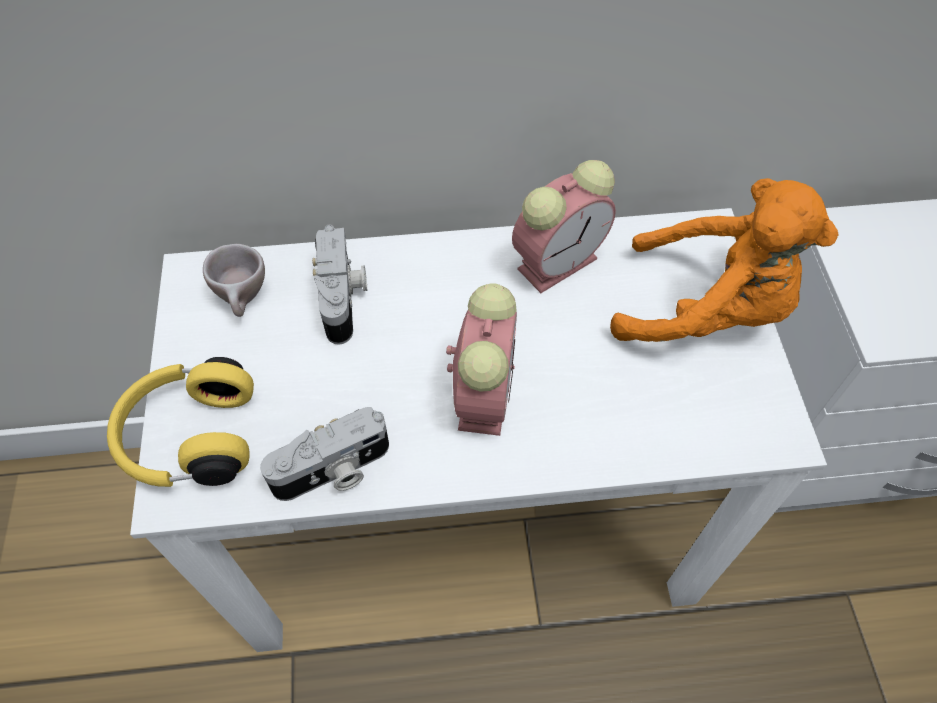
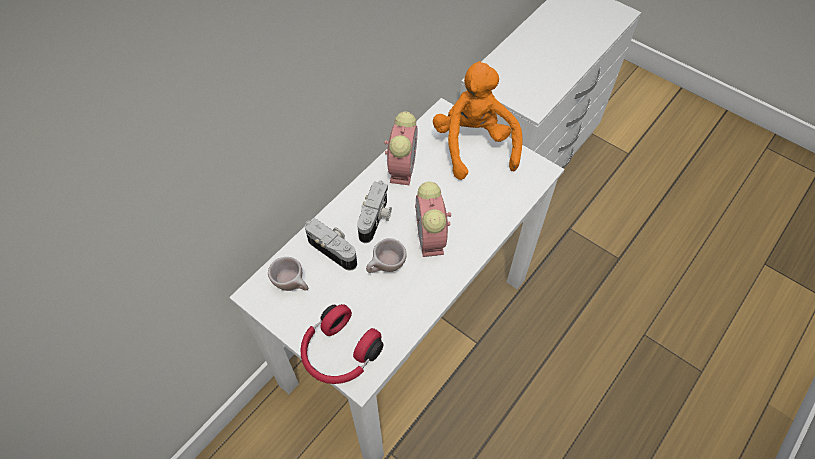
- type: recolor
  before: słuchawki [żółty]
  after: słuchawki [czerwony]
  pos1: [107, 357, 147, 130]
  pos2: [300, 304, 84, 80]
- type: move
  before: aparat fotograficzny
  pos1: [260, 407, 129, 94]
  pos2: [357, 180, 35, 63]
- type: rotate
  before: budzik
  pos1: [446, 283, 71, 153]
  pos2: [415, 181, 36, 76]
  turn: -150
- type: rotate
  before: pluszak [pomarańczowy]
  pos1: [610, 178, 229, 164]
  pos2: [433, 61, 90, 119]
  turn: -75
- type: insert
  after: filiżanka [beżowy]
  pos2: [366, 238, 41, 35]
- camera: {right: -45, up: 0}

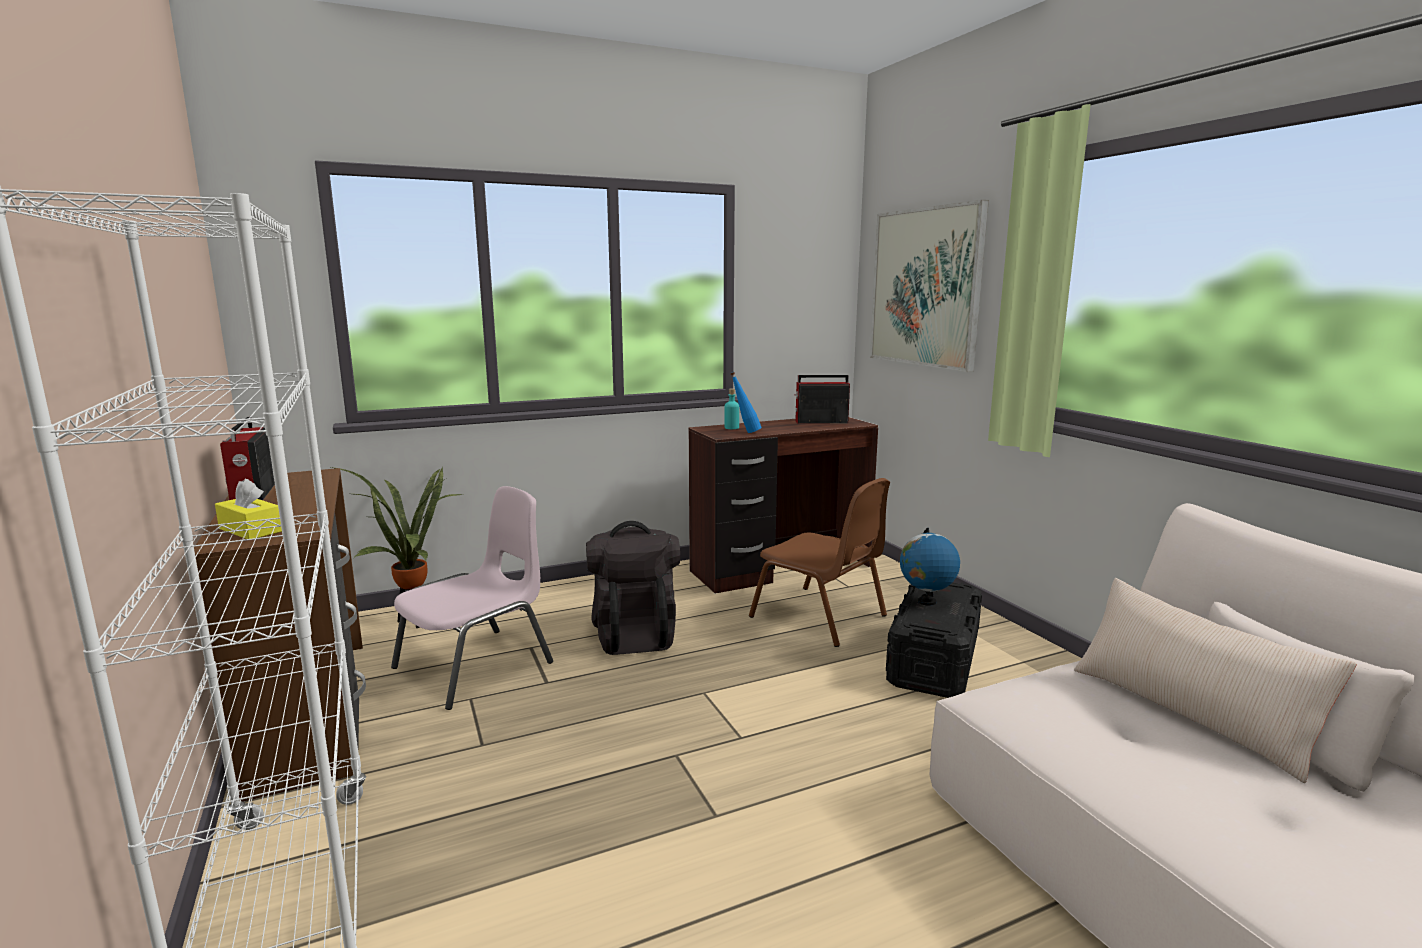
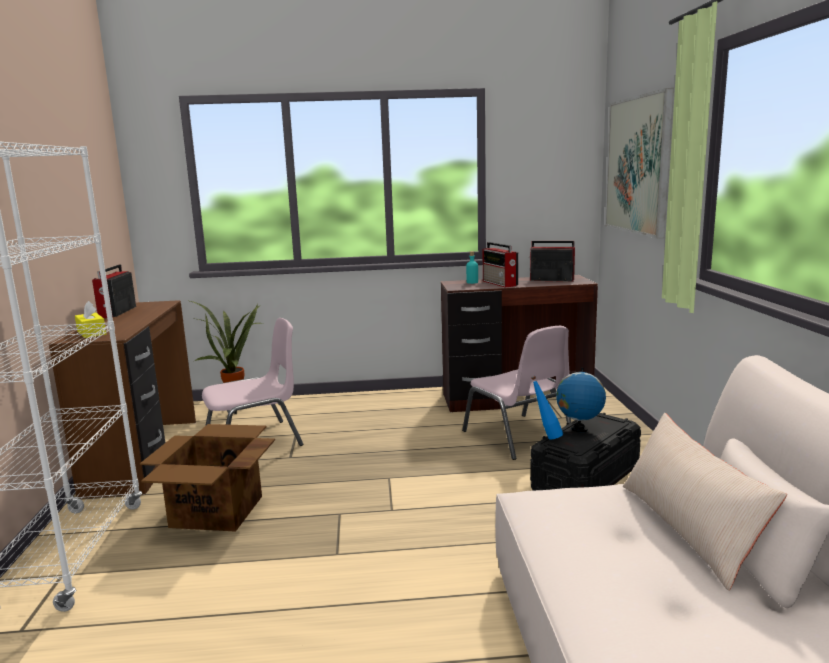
- type: delete
  before: plecak [czarny]
  pos1: [586, 521, 94, 134]
- type: move
  before: butelka [niebieski]
  pos1: [730, 372, 32, 61]
  pos2: [531, 376, 32, 64]
- type: recolor
  before: krzesło [brązowy]
  after: krzesło [różowy]
  pos1: [749, 478, 141, 169]
  pos2: [462, 326, 109, 134]
- type: insert
  after: karton
  pos2: [140, 424, 135, 108]
- type: insert
  after: radio
  pos2: [483, 242, 35, 46]
- camera: {right: 20, up: 0}

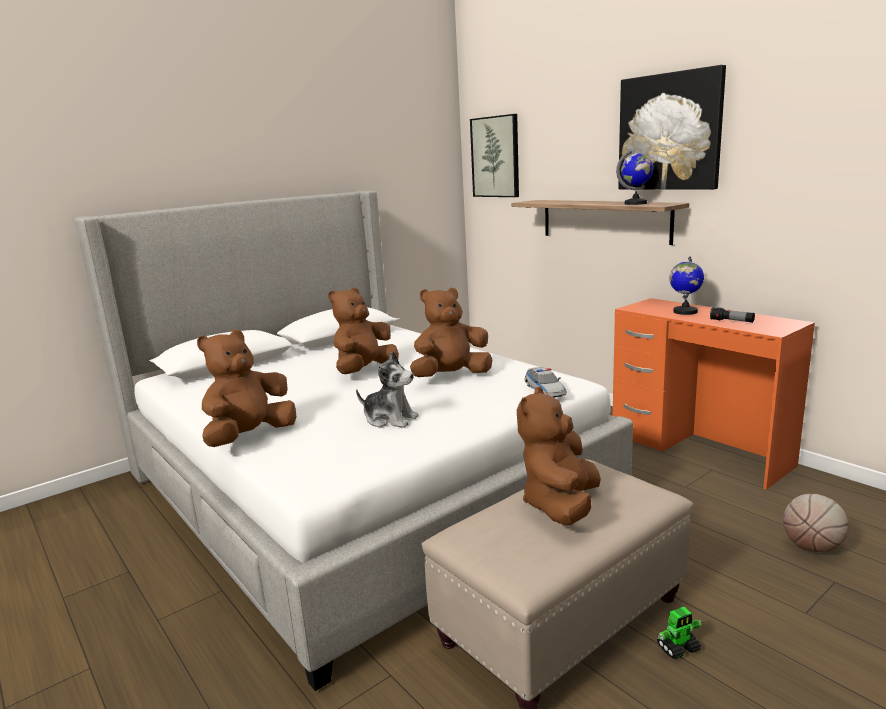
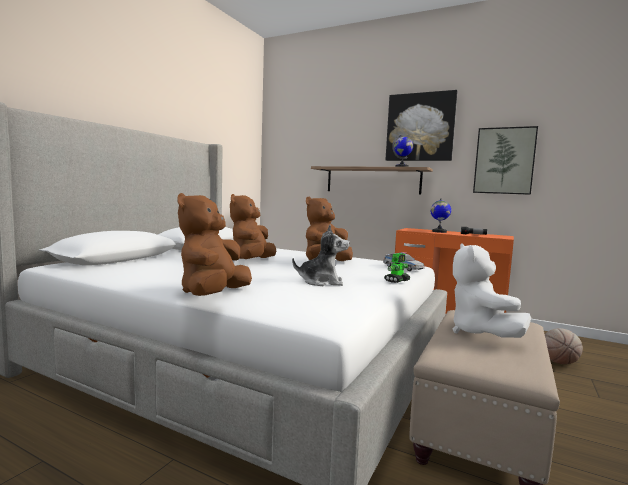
- type: move
  before: obraz
  pos1: [470, 114, 49, 83]
  pos2: [473, 126, 65, 69]
- type: recolor
  before: pluszak [brązowy]
  after: pluszak [biały]
  pos1: [517, 386, 84, 139]
  pos2: [453, 243, 78, 95]
- type: move
  before: robot zabawkowy
  pos1: [657, 607, 45, 52]
  pos2: [384, 253, 26, 30]
- camera: {right: -25, up: -10}

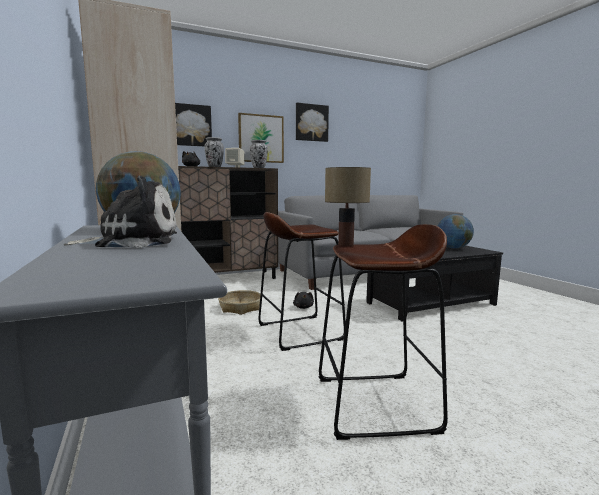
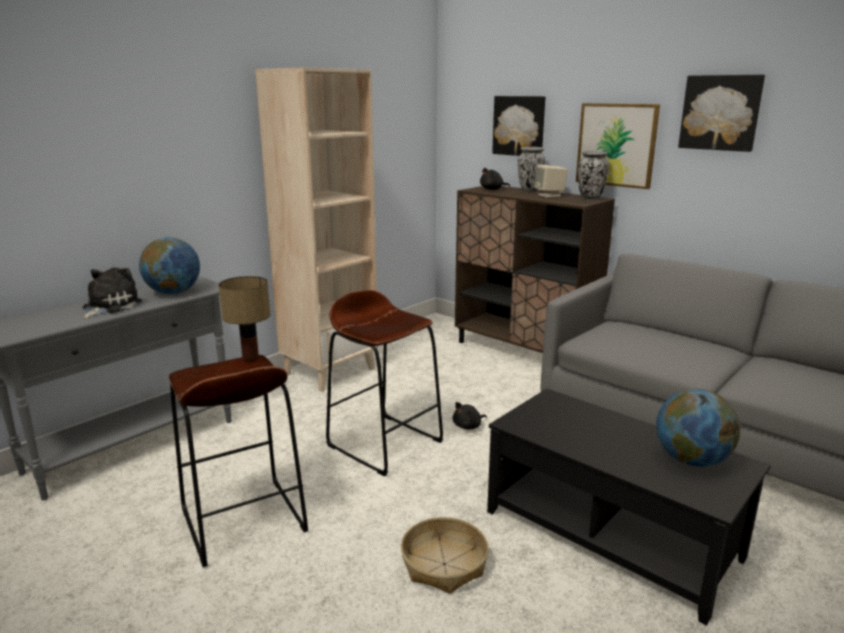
- type: rotate
  before: pluszak
  pos1: [64, 176, 113, 72]
  pos2: [82, 267, 60, 52]
  turn: -120
- type: move
  before: koszyk
  pos1: [218, 290, 42, 25]
  pos2: [401, 517, 88, 77]
- camera: {right: 65, up: 10}

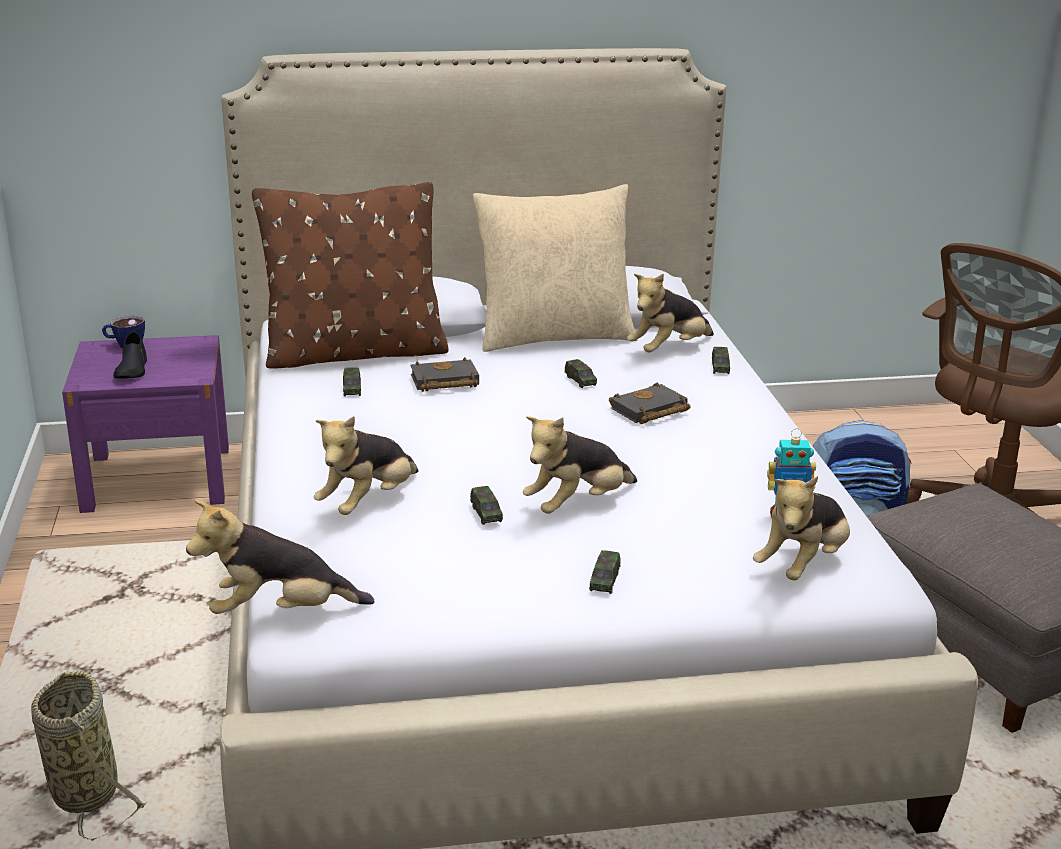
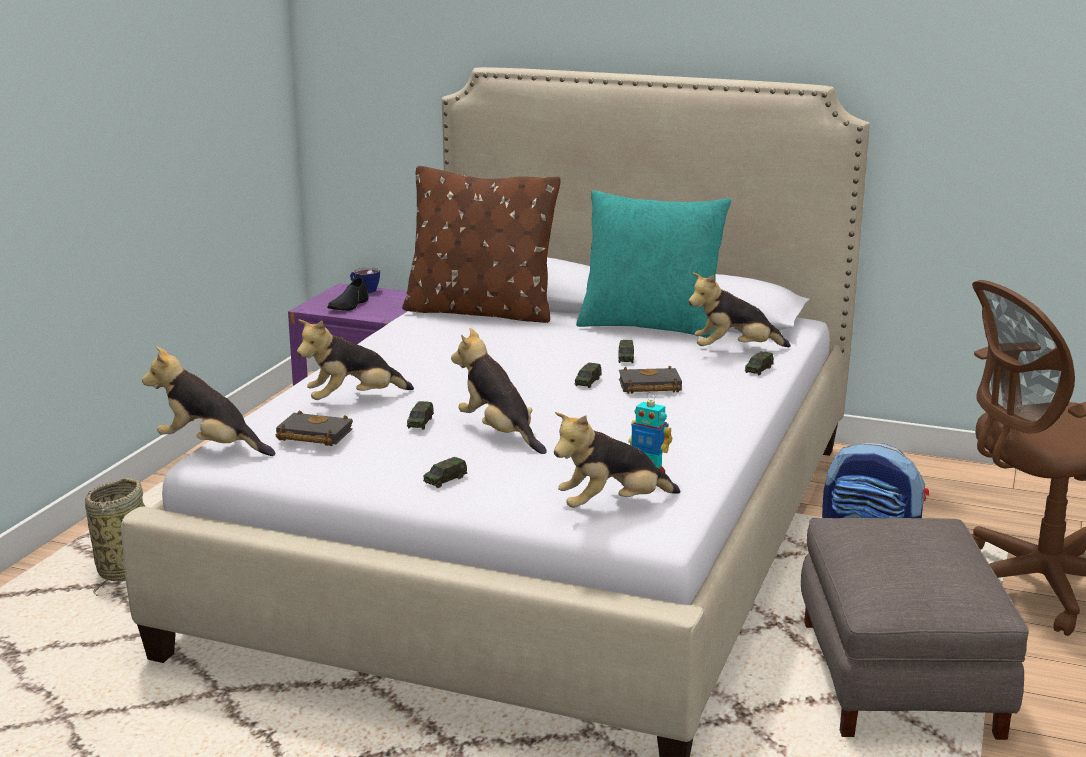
- type: move
  before: samochodzik
  pos1: [343, 367, 18, 30]
  pos2: [574, 363, 28, 25]
- type: move
  before: książka [czarny]
  pos1: [410, 357, 69, 35]
  pos2: [276, 410, 77, 36]
- type: recolor
  before: poduszka [beżowy]
  after: poduszka [turkusowy]
  pos1: [473, 184, 165, 168]
  pos2: [576, 190, 155, 148]
- type: rotate
  before: pluszak
  pos1: [523, 416, 114, 98]
  pos2: [451, 328, 96, 126]
  turn: 60
- camera: {right: 30, up: -5}

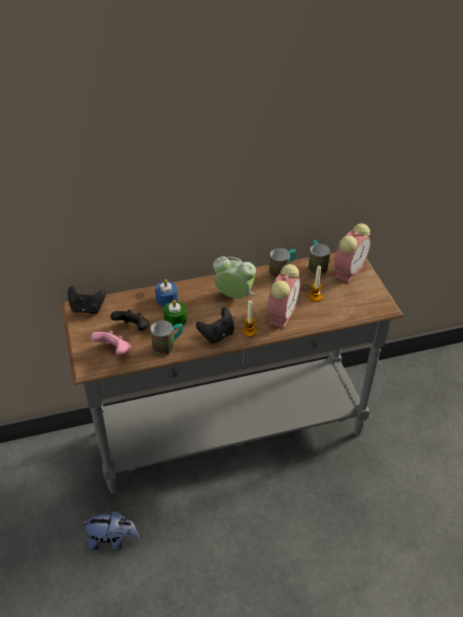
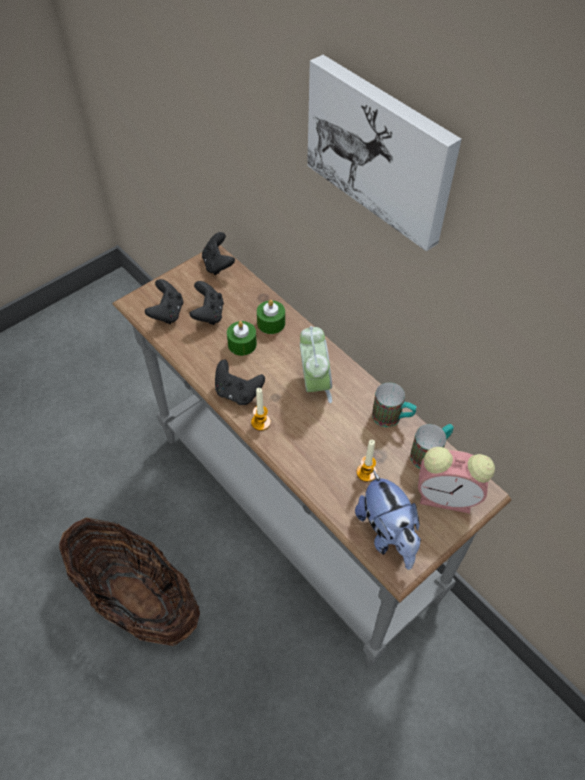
- type: move
  before: pluszak
  pos1: [81, 511, 58, 39]
  pos2: [355, 470, 66, 100]
- type: recolor
  before: pad do gier [różowy]
  after: pad do gier [czarny]
  pos1: [91, 331, 40, 24]
  pos2: [145, 279, 38, 45]
- type: delete
  before: kubek
  pos1: [151, 320, 32, 36]
- type: recolor
  before: świeca [niebieski]
  after: świeca [zielony]
  pos1: [155, 279, 23, 28]
  pos2: [257, 300, 28, 34]
- type: delete
  before: budzik
  pos1: [267, 264, 33, 64]
- type: insert
  after: koszyk
  pos2: [59, 518, 141, 128]
- type: insert
  after: obraz
  pos2: [307, 55, 155, 196]
- camera: {right: 65, up: 10}

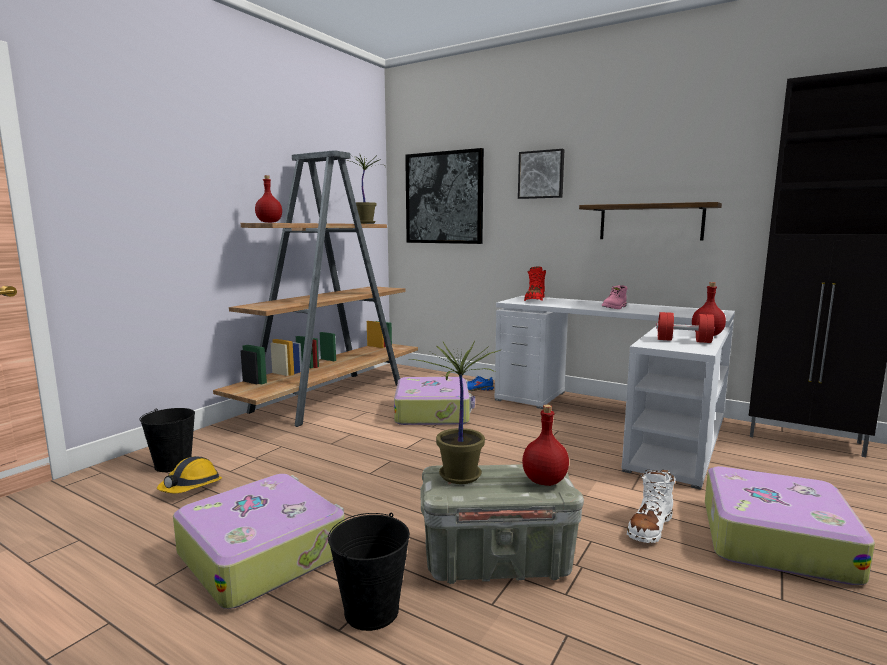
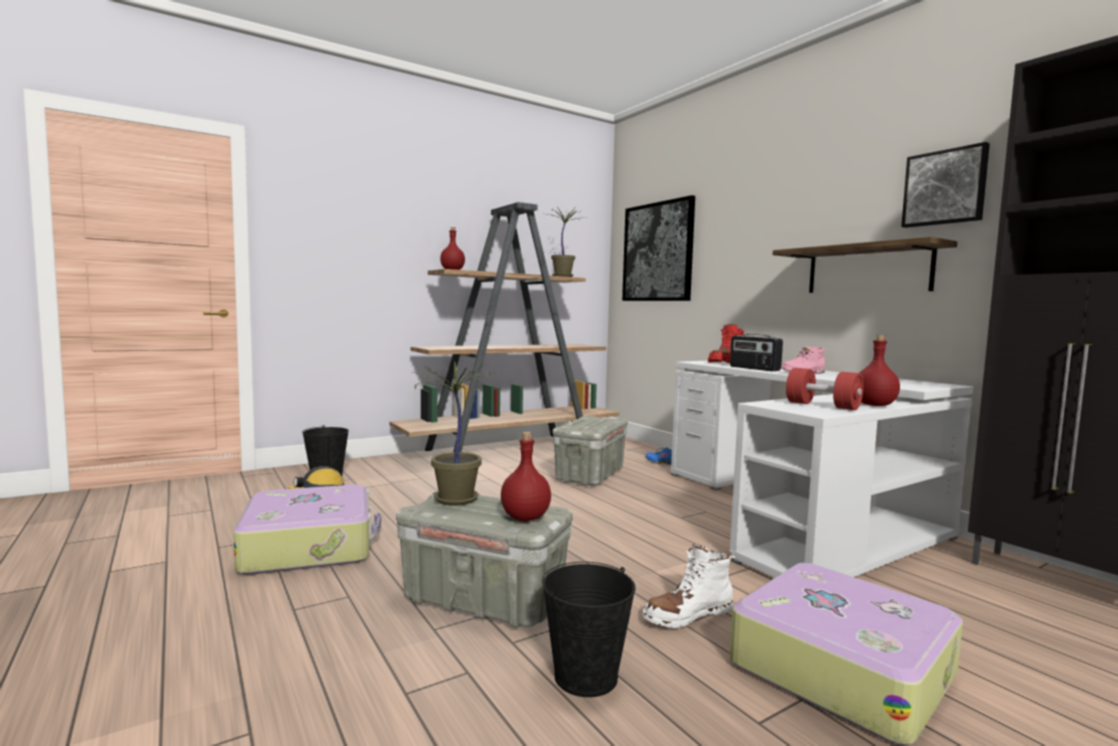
- type: move
  before: wiadro [czarny]
  pos1: [328, 512, 82, 119]
  pos2: [542, 562, 94, 135]
- type: replace
  before: walizka
  after: pojemnik do przechowywania [szary]
  pos1: [394, 377, 81, 48]
  pos2: [553, 416, 75, 70]
- type: move
  before: obraz
  pos1: [518, 149, 47, 50]
  pos2: [901, 142, 89, 86]
- type: insert
  after: radio
  pos2: [730, 334, 53, 37]
- camera: {right: 25, up: -5}

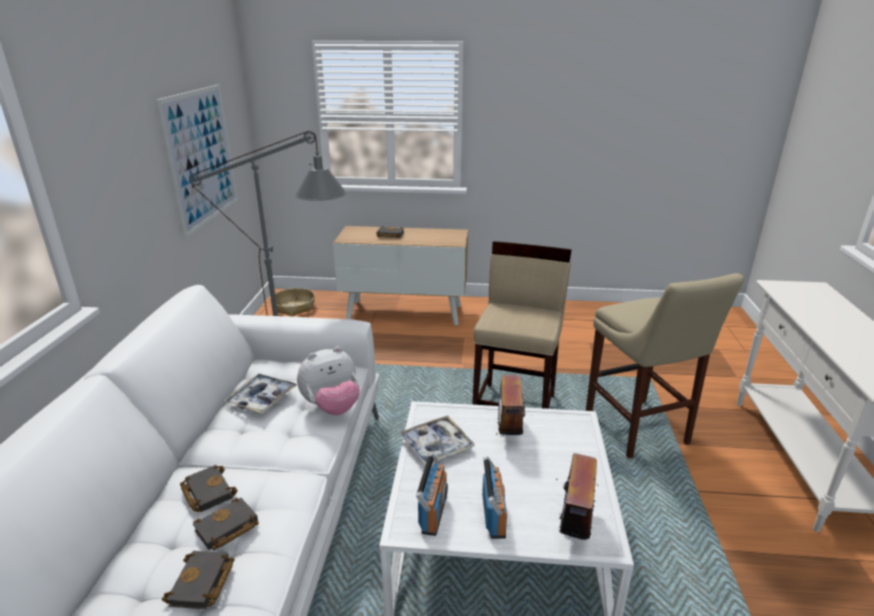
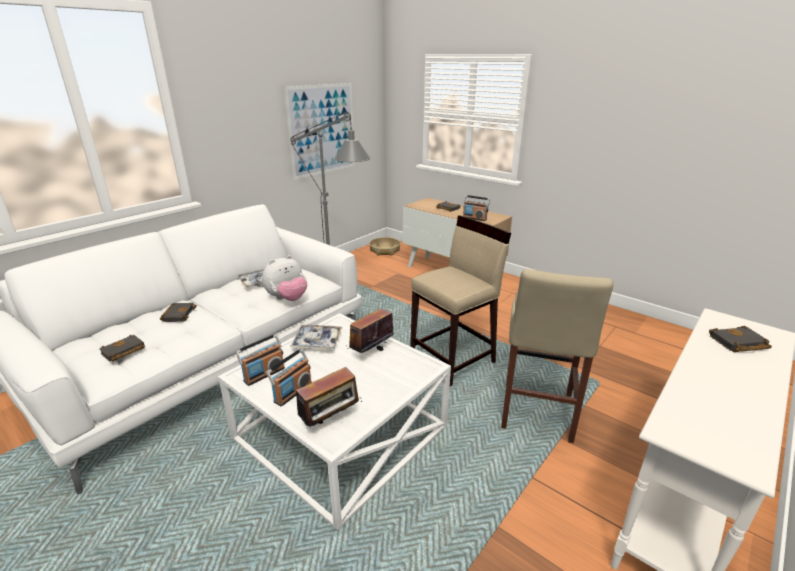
- type: move
  before: książka [czarny]
  pos1: [193, 498, 66, 53]
  pos2: [709, 326, 63, 26]
- type: rotate
  before: pluszak
  pos1: [297, 347, 63, 68]
  pos2: [262, 255, 45, 46]
  turn: -45
- type: insert
  after: radio
  pos2: [463, 195, 27, 26]
- camera: {right: 35, up: 0}

